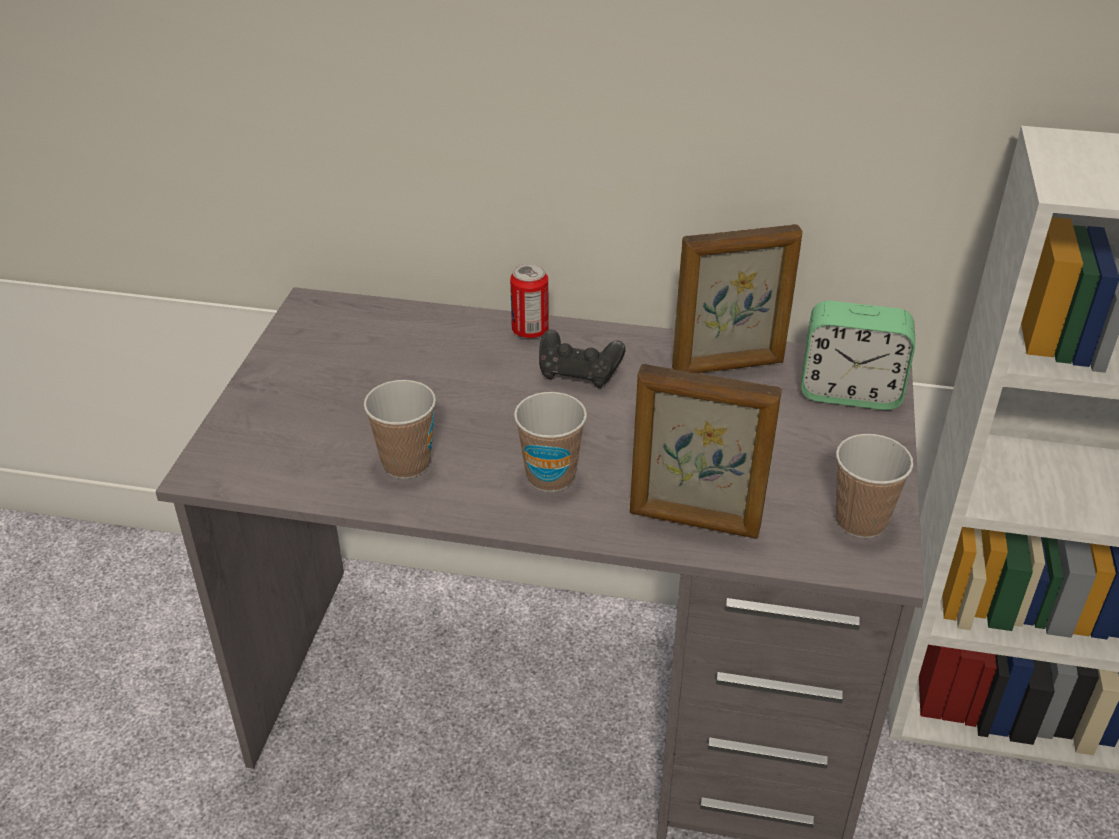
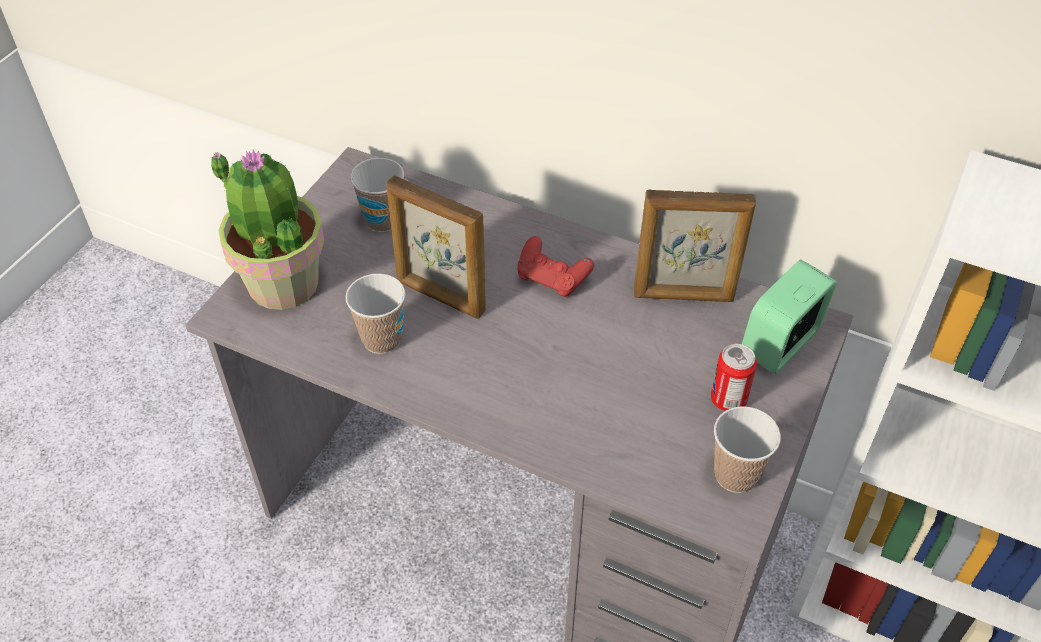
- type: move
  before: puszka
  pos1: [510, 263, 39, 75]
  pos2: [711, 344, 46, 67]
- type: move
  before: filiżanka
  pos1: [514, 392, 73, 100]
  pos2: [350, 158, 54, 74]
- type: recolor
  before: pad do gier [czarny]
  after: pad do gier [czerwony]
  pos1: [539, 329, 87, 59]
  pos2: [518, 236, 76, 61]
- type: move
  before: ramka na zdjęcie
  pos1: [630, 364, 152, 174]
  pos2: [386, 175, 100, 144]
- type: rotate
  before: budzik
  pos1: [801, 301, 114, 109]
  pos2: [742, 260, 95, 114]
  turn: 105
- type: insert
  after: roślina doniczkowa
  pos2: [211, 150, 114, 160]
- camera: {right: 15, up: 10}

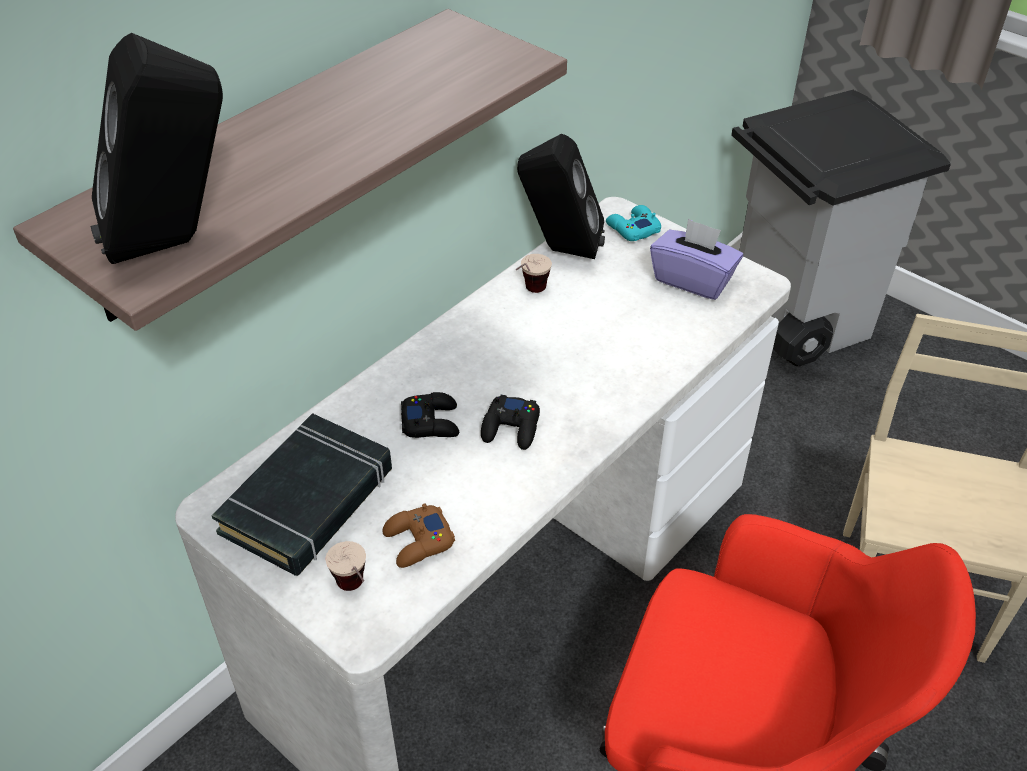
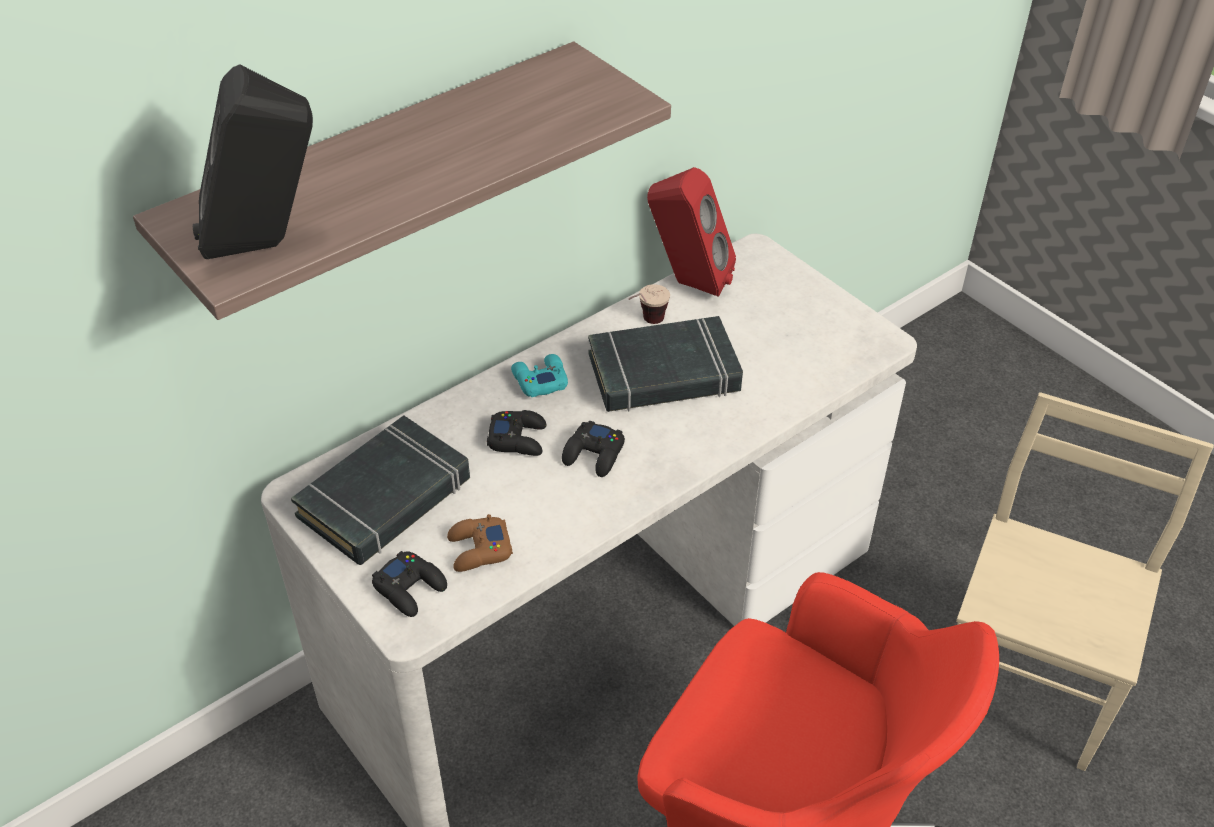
- type: replace
  before: filiżanka
  after: pad do gier [czarny]
  pos1: [326, 541, 40, 50]
  pos2: [372, 551, 75, 66]
- type: recolor
  before: głośnik [czarny]
  after: głośnik [czerwony]
  pos1: [517, 134, 88, 125]
  pos2: [647, 167, 89, 130]
- type: move
  before: pad do gier [turkusowy]
  pos1: [606, 205, 55, 36]
  pos2: [511, 354, 57, 43]
- type: delete
  before: pudełko chusteczek [fioletowy]
  pos1: [650, 218, 93, 82]
- type: delete
  before: kosz na śmieci [szary]
  pos1: [731, 90, 220, 276]
- type: insert
  after: książka [czarny]
  pos2: [588, 316, 155, 96]
- camera: {right: 10, up: 0}

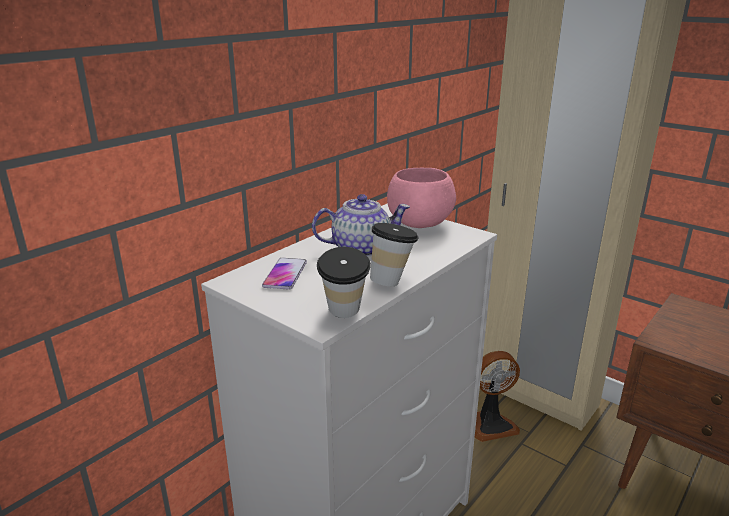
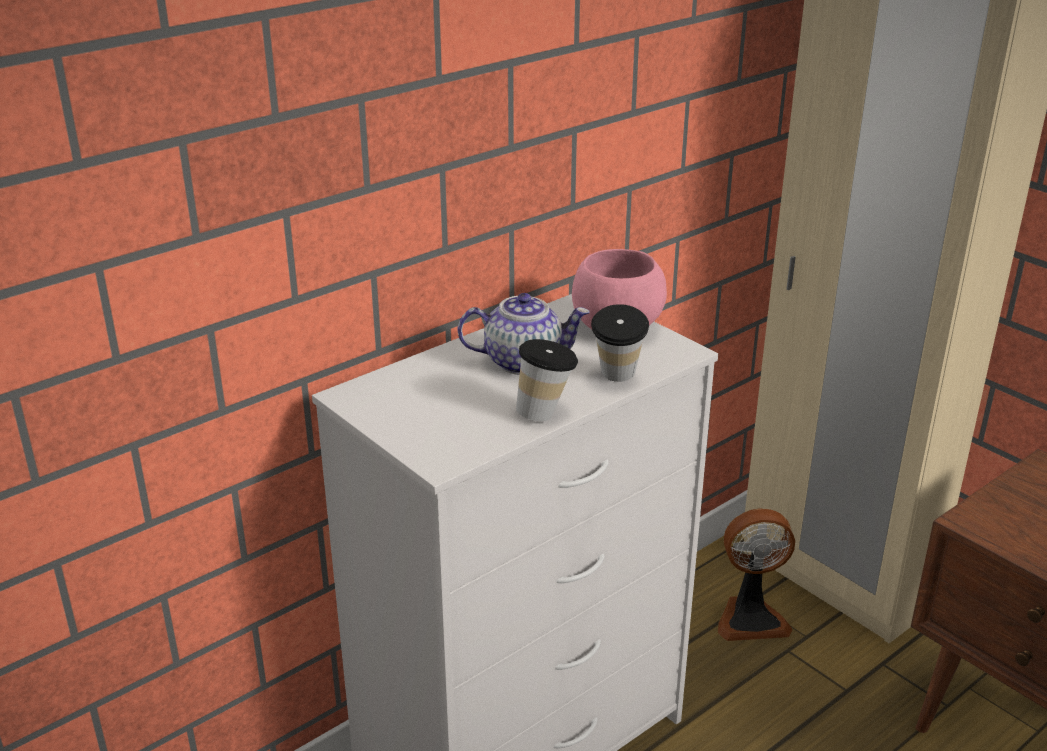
- type: delete
  before: telefon
  pos1: [262, 258, 45, 32]
- type: move
  before: filiżanka
  pos1: [317, 247, 54, 71]
  pos2: [591, 304, 58, 78]
- camera: {right: 10, up: 5}

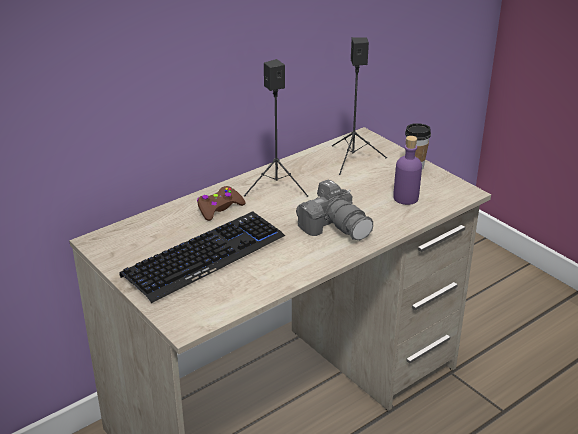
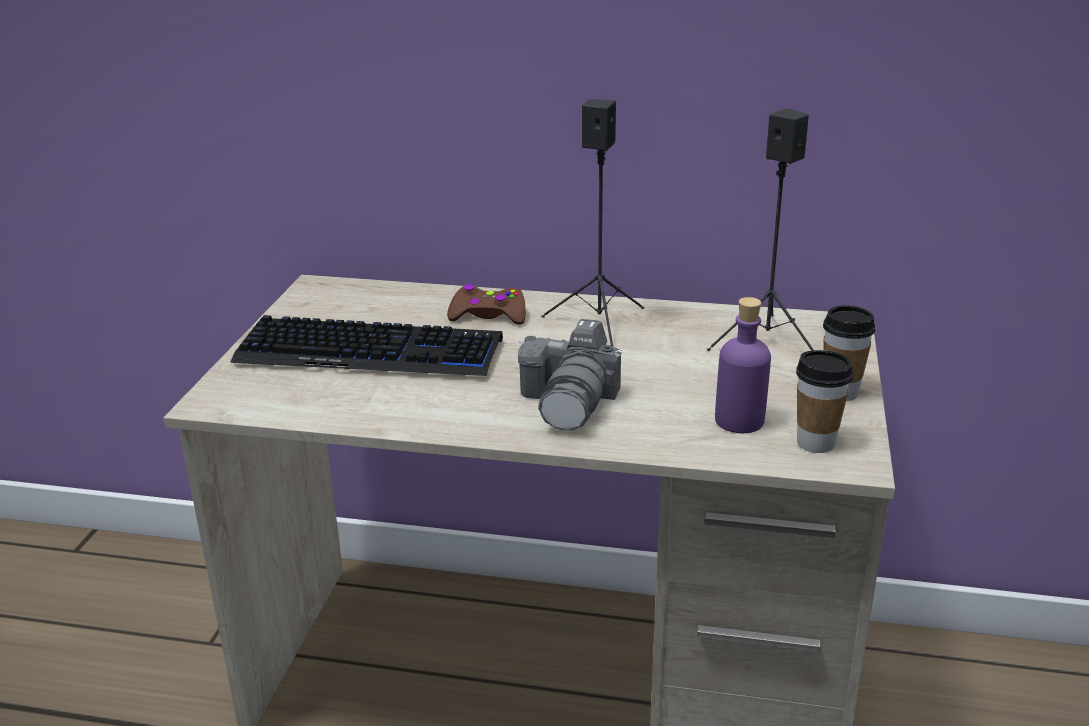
- type: insert
  after: filiżanka
  pos2: [796, 350, 57, 103]
- camera: {right: 50, up: -5}

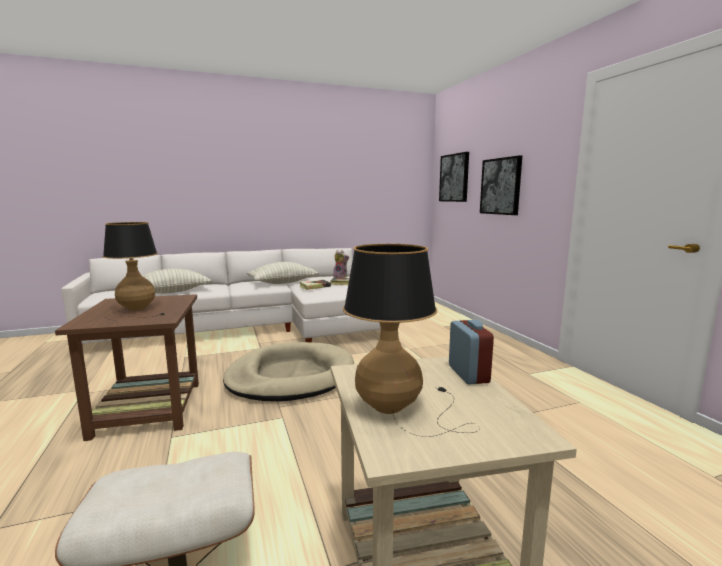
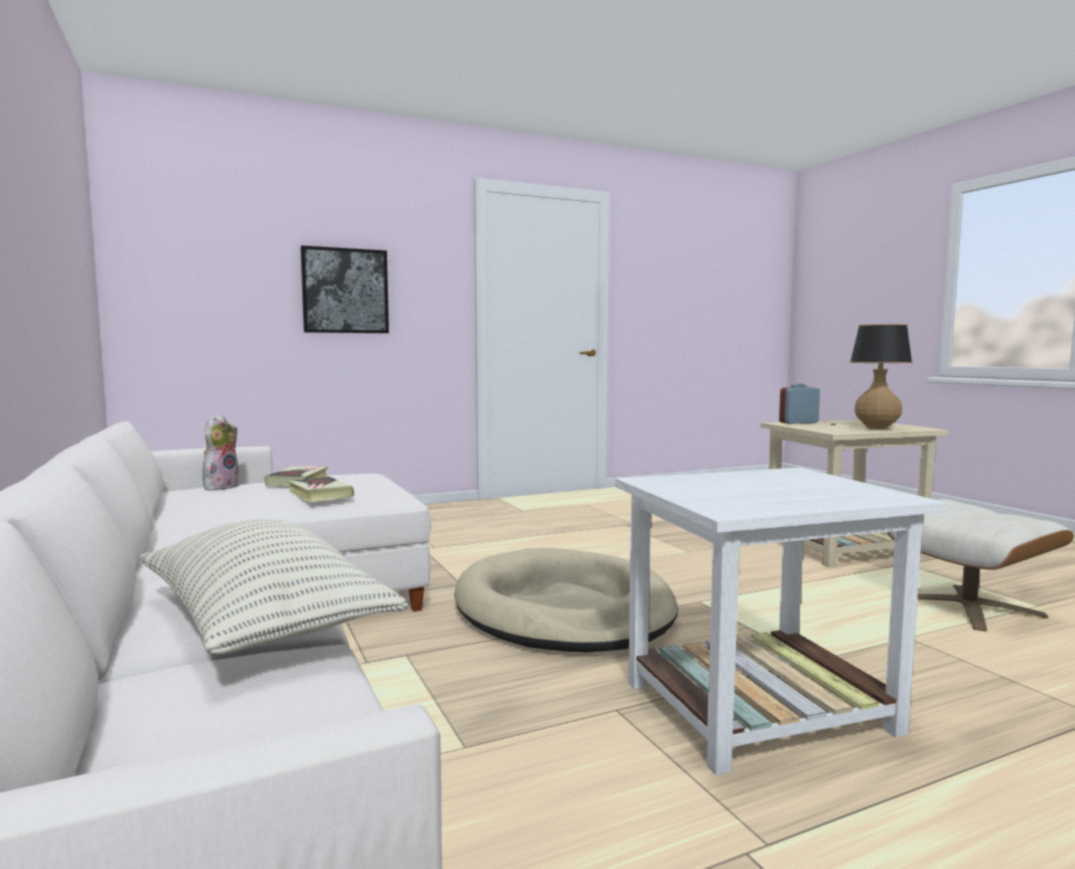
- type: recolor
  before: stolik [brązowy]
  after: stolik [biały]
  pos1: [55, 294, 144, 147]
  pos2: [615, 467, 331, 308]
- type: delete
  before: lampa stołowa
  pos1: [102, 222, 64, 101]
- type: delete
  before: poduszka
  pos1: [247, 262, 72, 22]
- type: delete
  before: obraz
  pos1: [439, 152, 30, 50]
- camera: {right: -95, up: -5}

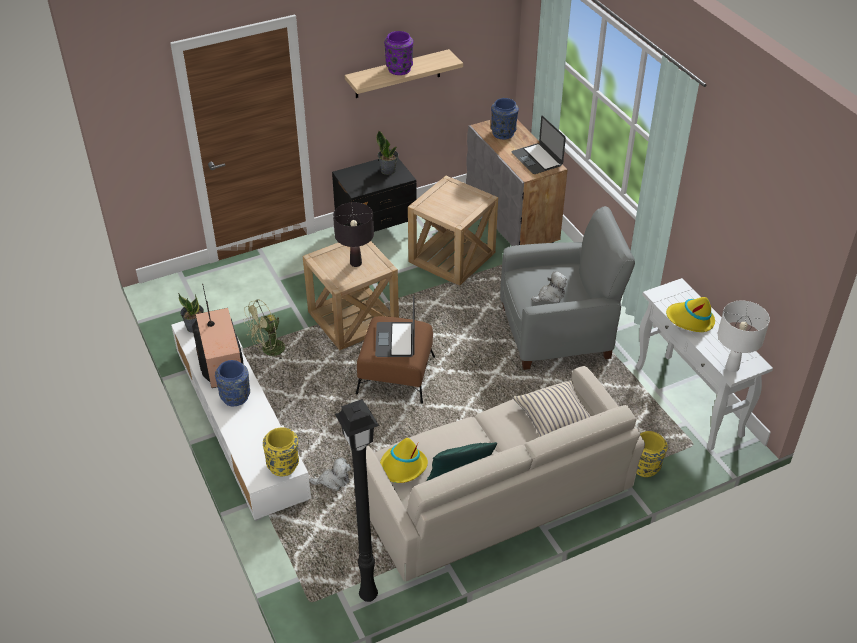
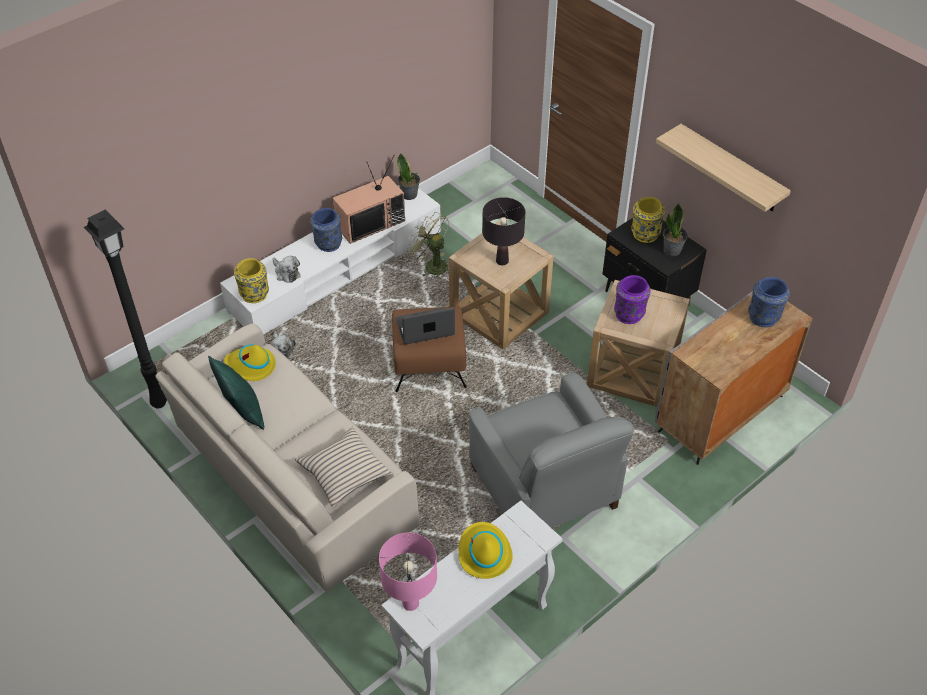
- type: move
  before: wazon [fioletowy]
  pos1: [384, 31, 29, 44]
  pos2: [614, 275, 37, 49]
- type: delete
  before: laptop
  pos1: [512, 116, 54, 58]
- type: move
  before: pluszak
  pos1: [531, 271, 36, 32]
  pos2: [273, 256, 28, 27]
- type: move
  before: wazon [żółty]
  pos1: [636, 431, 32, 46]
  pos2: [631, 197, 34, 46]
- type: recolor
  before: lampa stołowa [biały]
  after: lampa stołowa [różowy]
  pos1: [718, 301, 52, 71]
  pos2: [379, 533, 58, 78]
- camera: {right: 75, up: 5}

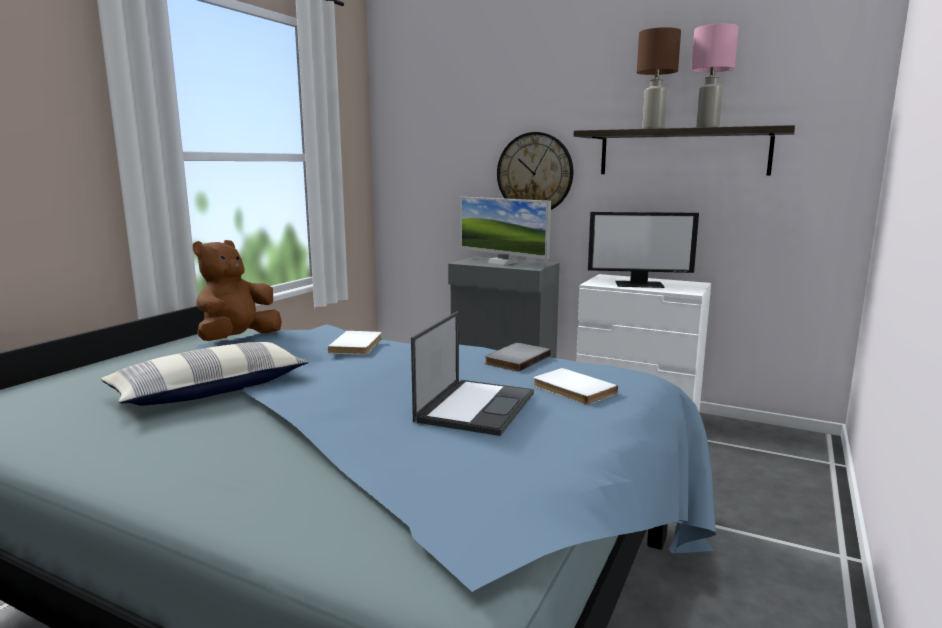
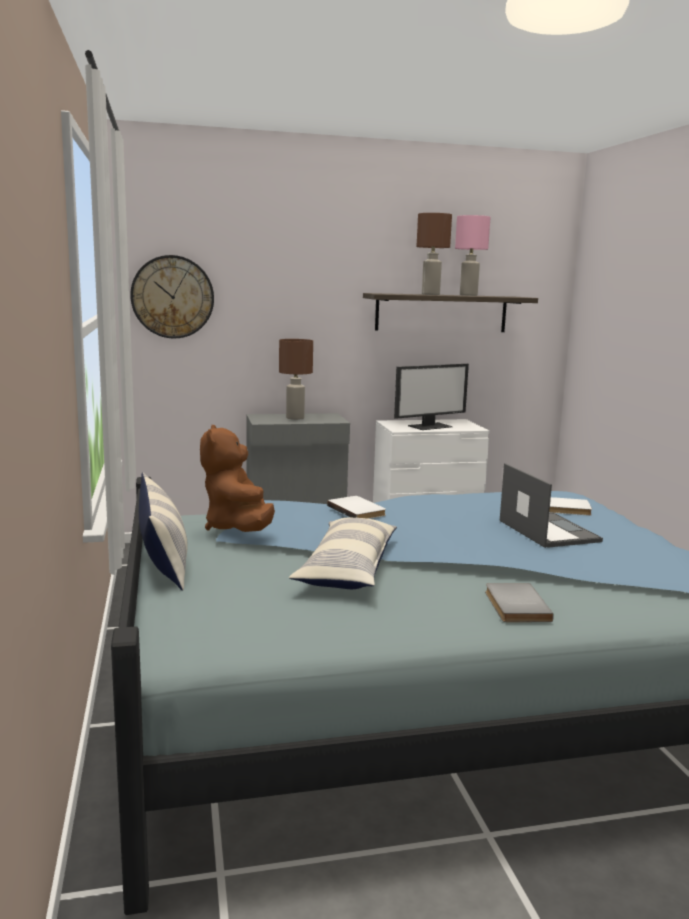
- type: replace
  before: monitor
  after: lampa stołowa [brązowy]
  pos1: [460, 197, 91, 68]
  pos2: [279, 339, 34, 81]
- type: move
  before: książka [szary]
  pos1: [485, 343, 66, 29]
  pos2: [485, 583, 69, 39]
- type: move
  before: zegar ścienny
  pos1: [497, 132, 76, 78]
  pos2: [130, 255, 84, 84]
- type: insert
  after: poduszka
  pos2: [139, 472, 49, 119]
- camera: {right: -40, up: 0}

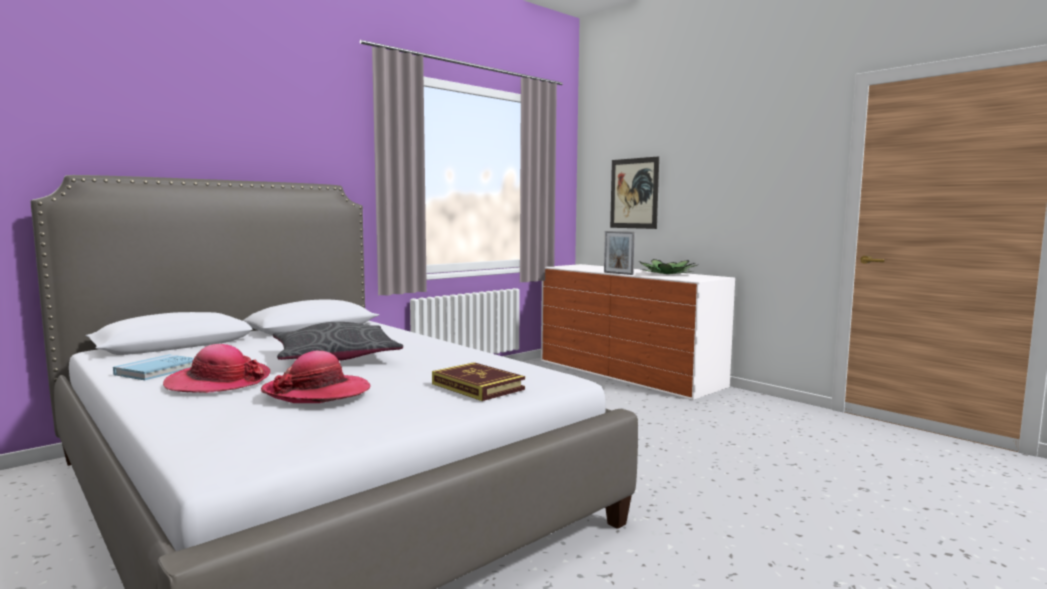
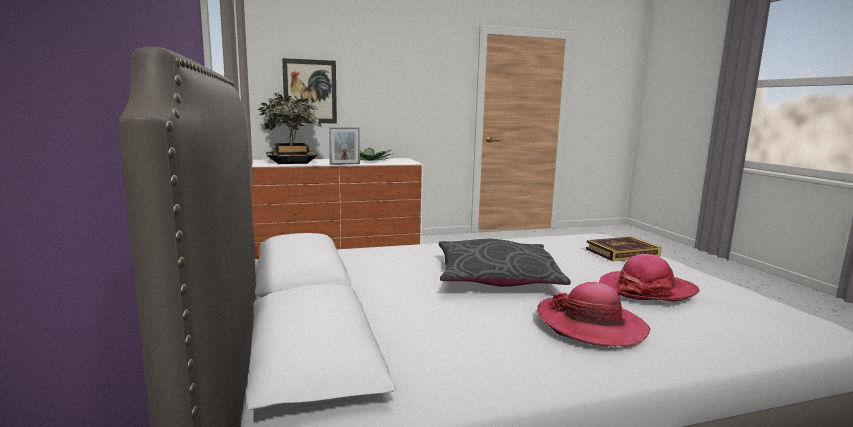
- type: delete
  before: książka [niebieski]
  pos1: [113, 354, 81, 26]
- type: insert
  after: roślina doniczkowa
  pos2: [258, 93, 64, 71]
- camera: {right: -65, up: 5}

